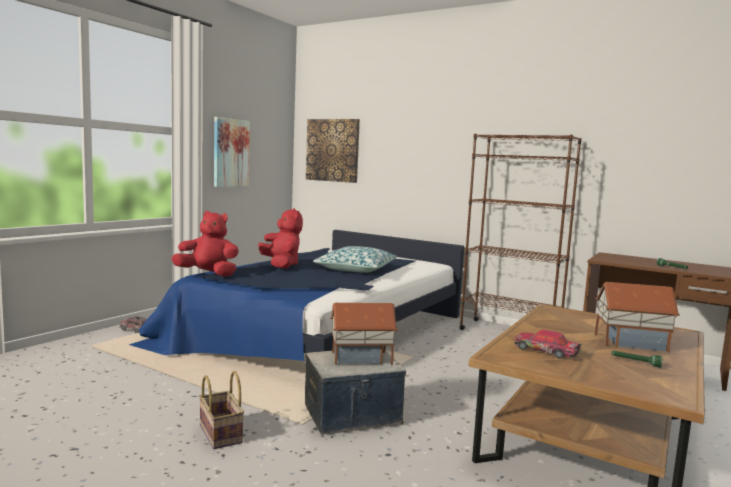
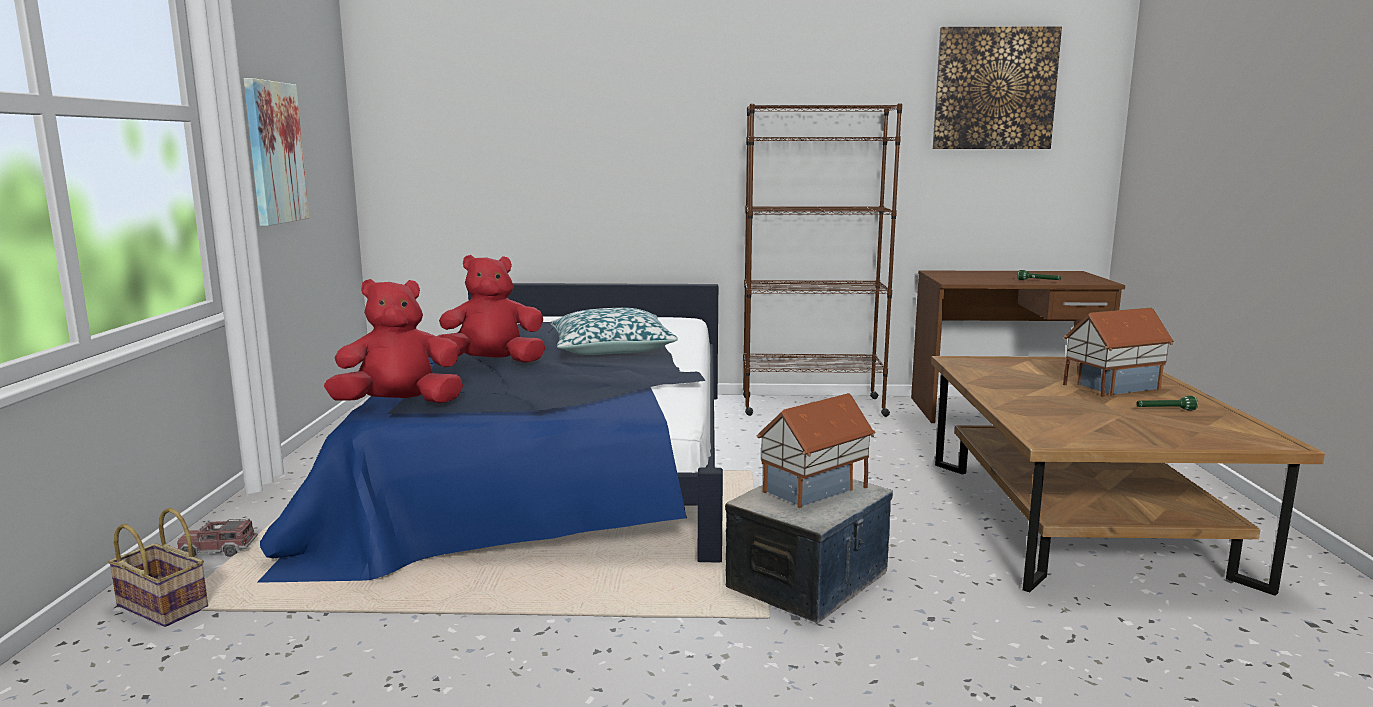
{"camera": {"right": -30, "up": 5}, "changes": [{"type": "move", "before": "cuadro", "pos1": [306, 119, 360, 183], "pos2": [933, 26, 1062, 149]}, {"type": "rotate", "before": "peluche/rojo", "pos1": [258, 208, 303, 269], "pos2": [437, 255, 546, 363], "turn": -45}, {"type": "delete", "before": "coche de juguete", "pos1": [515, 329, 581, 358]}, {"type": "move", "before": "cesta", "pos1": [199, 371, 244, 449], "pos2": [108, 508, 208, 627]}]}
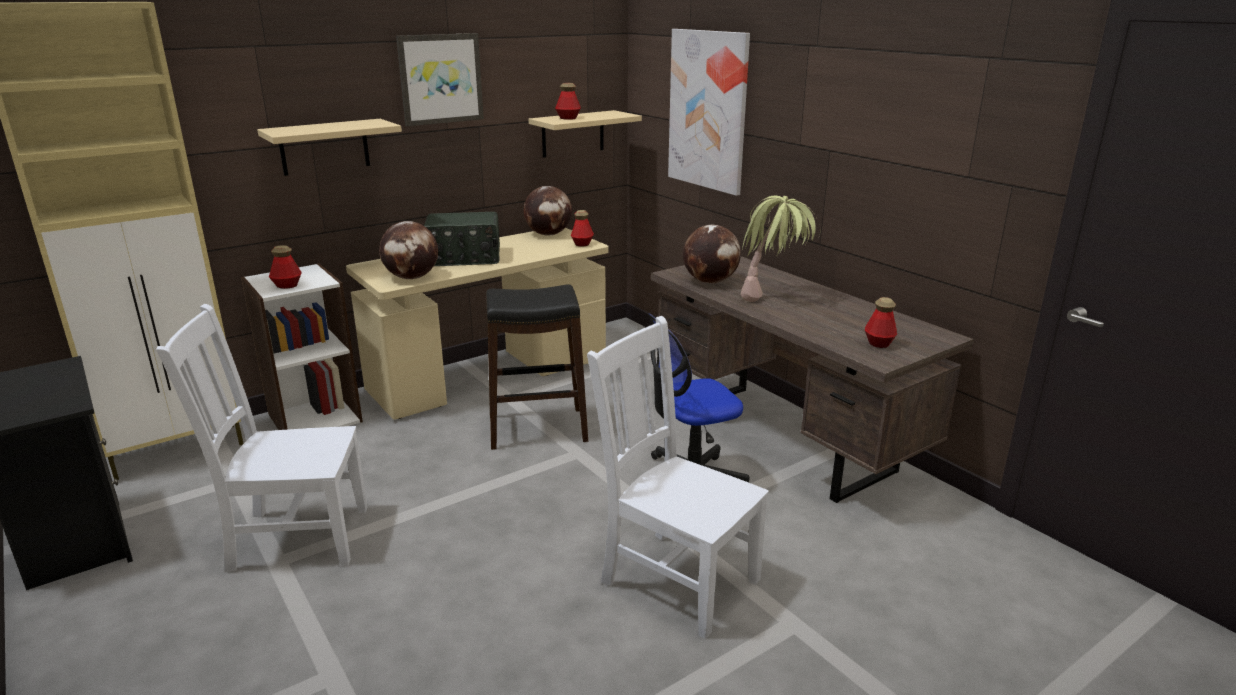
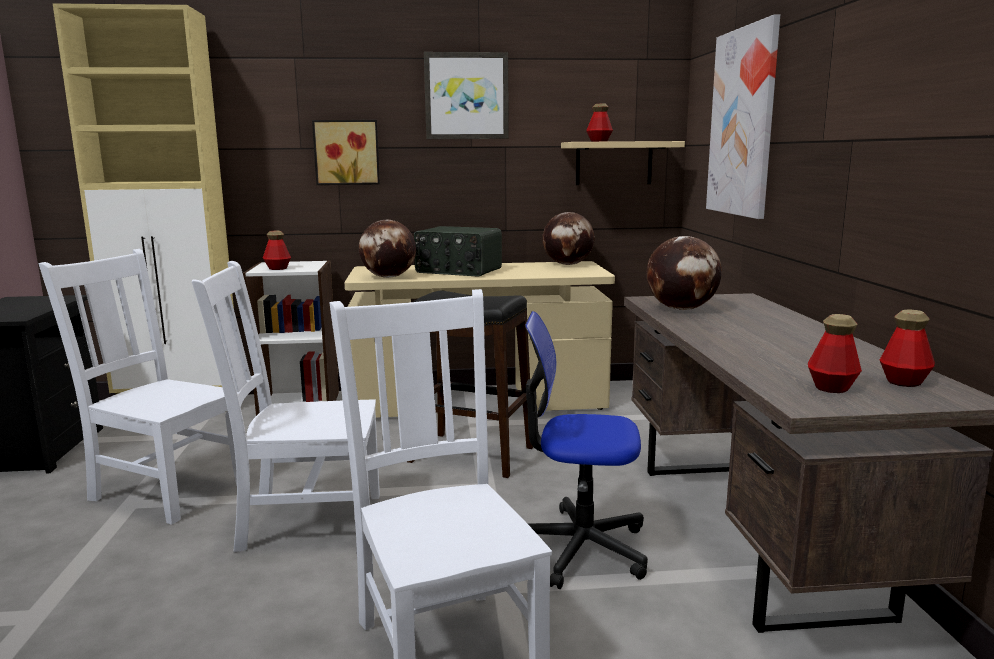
{"camera": {"right": 30, "up": -10}, "changes": [{"type": "replace", "before": "estante/beis", "after": "cuadro", "pos1": [257, 119, 402, 176], "pos2": [312, 120, 380, 185]}, {"type": "delete", "before": "planta en maceta", "pos1": [741, 196, 820, 302]}, {"type": "move", "before": "botella", "pos1": [571, 210, 594, 247], "pos2": [880, 310, 935, 387]}, {"type": "insert", "after": "silla/blanco", "pos2": [192, 261, 380, 552]}]}
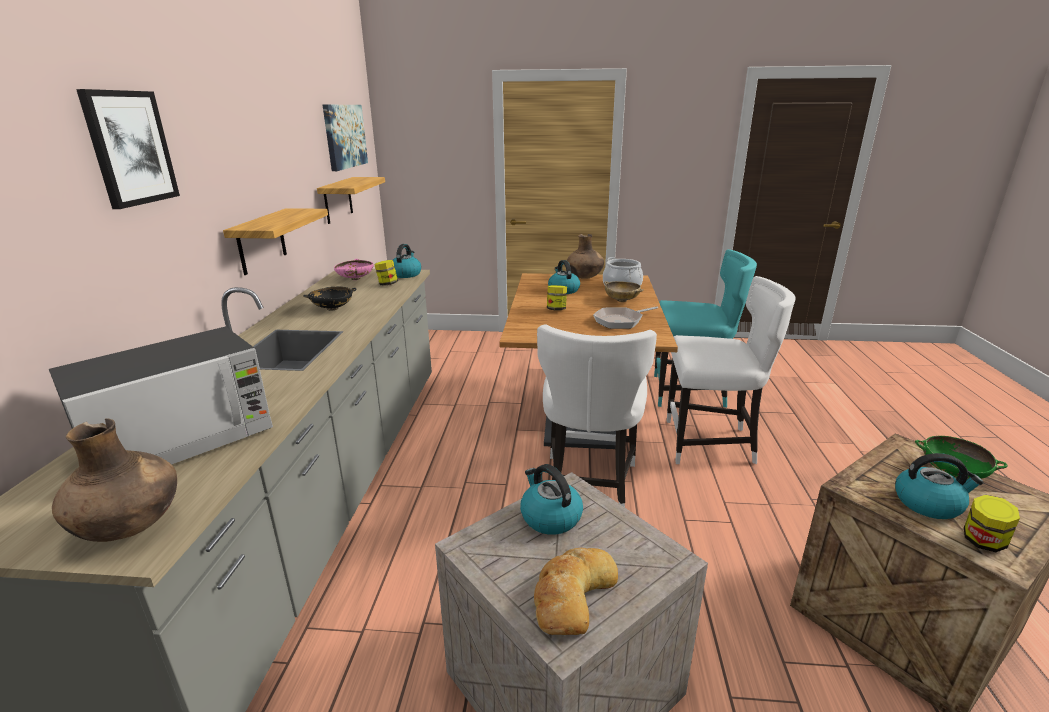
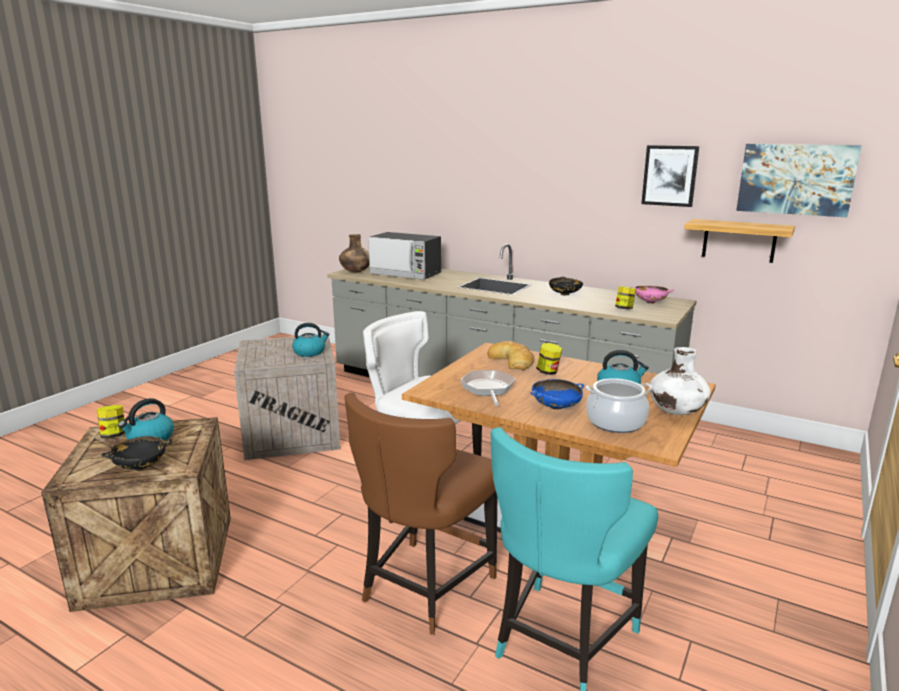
{"camera": {"right": 115, "up": -5}, "changes": [{"type": "move", "before": "cuadro", "pos1": [76, 89, 180, 209], "pos2": [641, 145, 699, 207]}, {"type": "delete", "before": "estante", "pos1": [223, 208, 328, 275]}, {"type": "recolor", "before": "florero/marrón", "after": "florero/blanco", "pos1": [567, 234, 604, 279], "pos2": [650, 347, 711, 415]}, {"type": "delete", "before": "hervidor", "pos1": [393, 244, 421, 278]}, {"type": "recolor", "before": "silla/blanco", "after": "silla/marrón", "pos1": [667, 276, 796, 464], "pos2": [345, 392, 497, 635]}, {"type": "recolor", "before": "cuenco/beis", "after": "cuenco/azul", "pos1": [604, 281, 644, 302], "pos2": [530, 379, 584, 410]}, {"type": "rotate", "before": "microondas", "pos1": [49, 326, 273, 465], "pos2": [368, 232, 441, 280], "turn": -45}, {"type": "recolor", "before": "cuenco/verde", "after": "cuenco/negro", "pos1": [915, 436, 1008, 479], "pos2": [101, 436, 172, 470]}, {"type": "move", "before": "pan", "pos1": [534, 548, 618, 635], "pos2": [487, 341, 534, 370]}]}
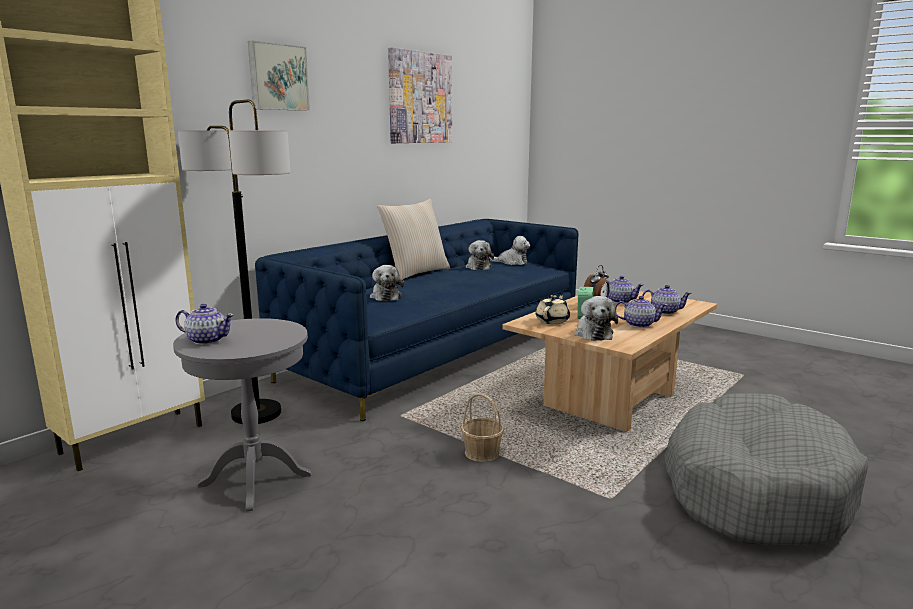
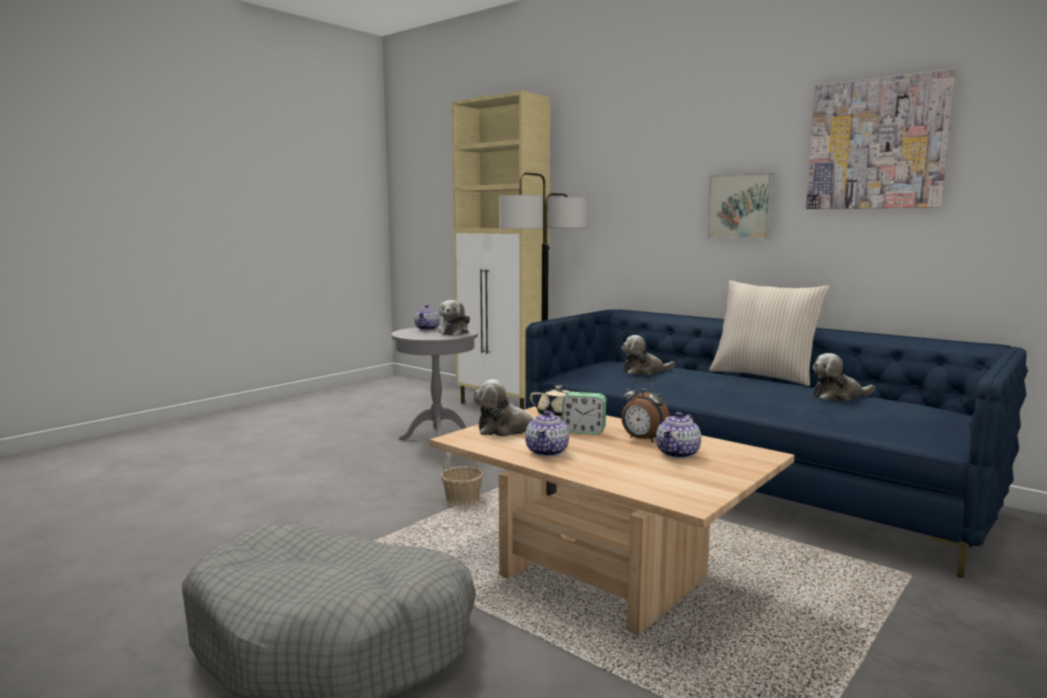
{"camera": {"right": 90, "up": -5}, "changes": [{"type": "move", "before": "cuadro", "pos1": [248, 40, 310, 111], "pos2": [707, 173, 775, 239]}, {"type": "move", "before": "peluche", "pos1": [489, 236, 530, 265], "pos2": [439, 300, 470, 335]}, {"type": "delete", "before": "tetera", "pos1": [642, 285, 692, 315]}]}
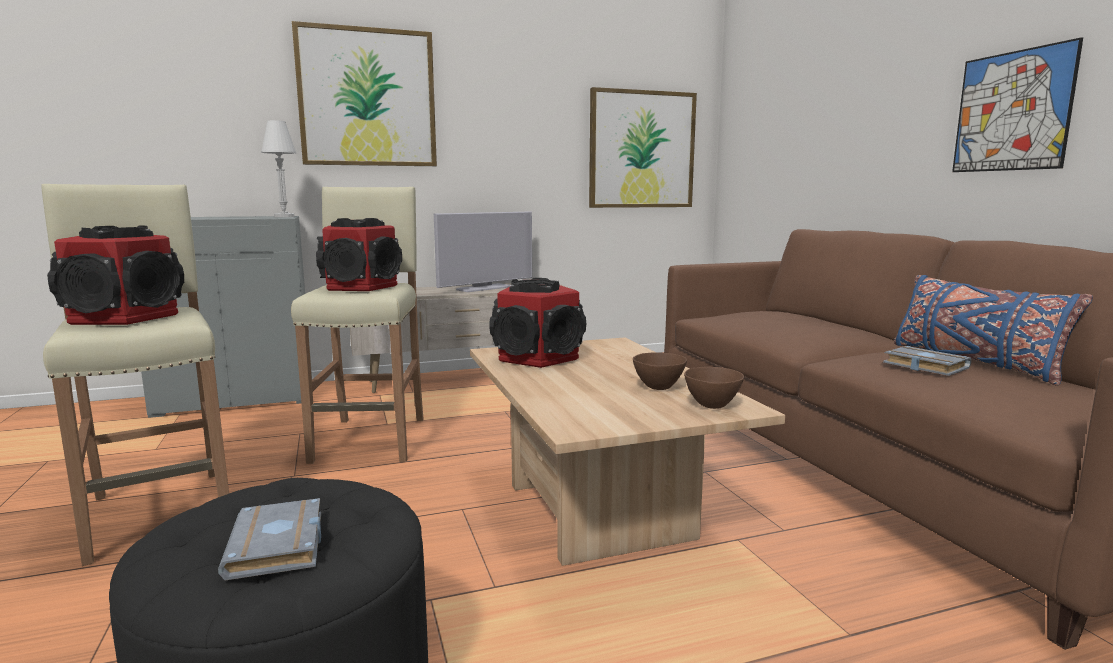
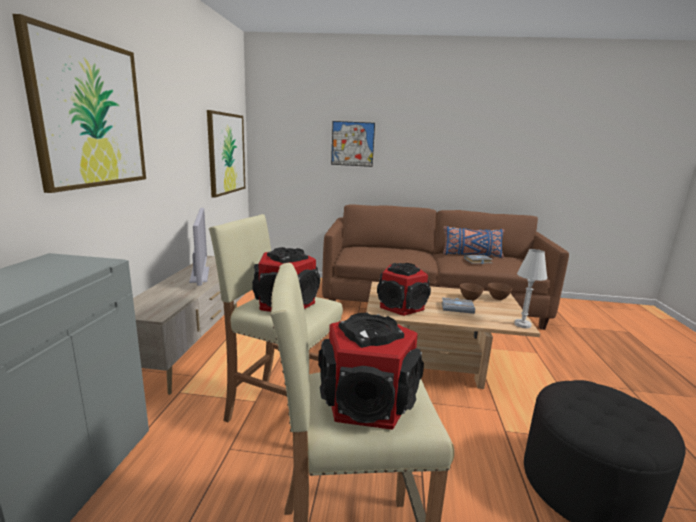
{"camera": {"right": -65, "up": 5}, "changes": [{"type": "move", "before": "cuadro", "pos1": [952, 37, 1083, 172], "pos2": [331, 121, 375, 167]}, {"type": "move", "before": "lámpara de mesa/blanco", "pos1": [261, 120, 296, 217], "pos2": [514, 249, 547, 329]}, {"type": "move", "before": "libro/gris", "pos1": [218, 498, 321, 580], "pos2": [442, 297, 475, 314]}]}
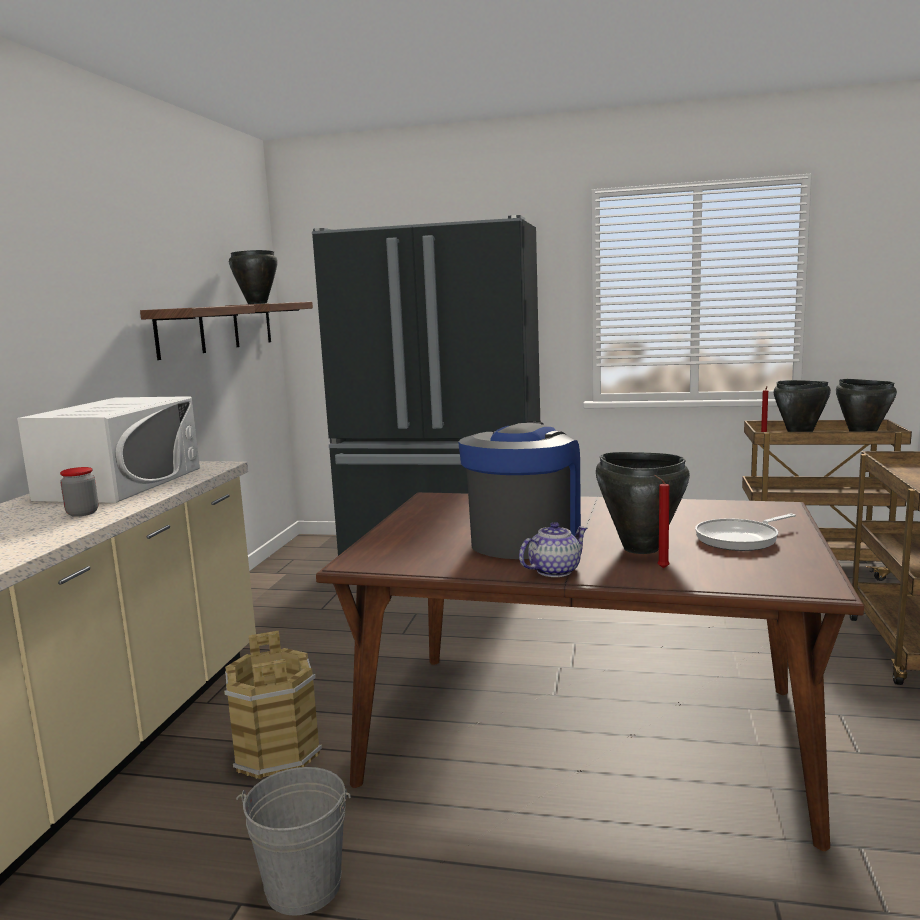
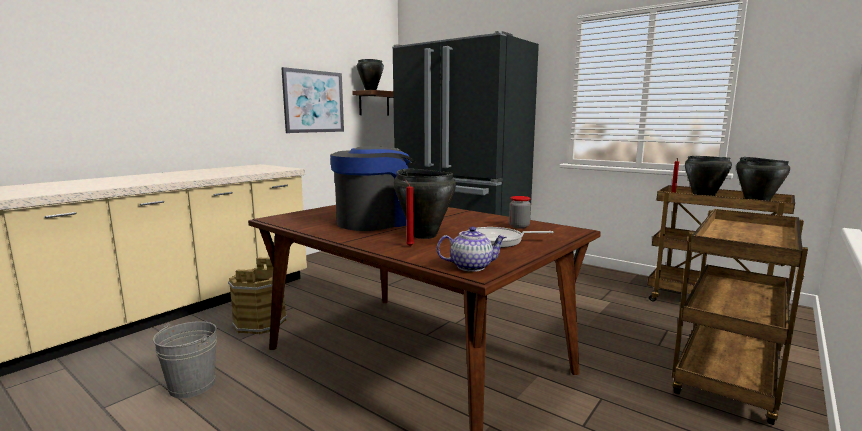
{"camera": {"right": 25, "up": 0}, "changes": [{"type": "replace", "before": "estante", "after": "cuadro", "pos1": [140, 305, 255, 360], "pos2": [281, 67, 344, 133]}, {"type": "delete", "before": "microondas/blanco", "pos1": [17, 396, 200, 503]}, {"type": "move", "before": "tarro", "pos1": [60, 467, 98, 517], "pos2": [509, 196, 531, 229]}, {"type": "move", "before": "tetera", "pos1": [519, 522, 588, 577], "pos2": [437, 227, 506, 272]}]}
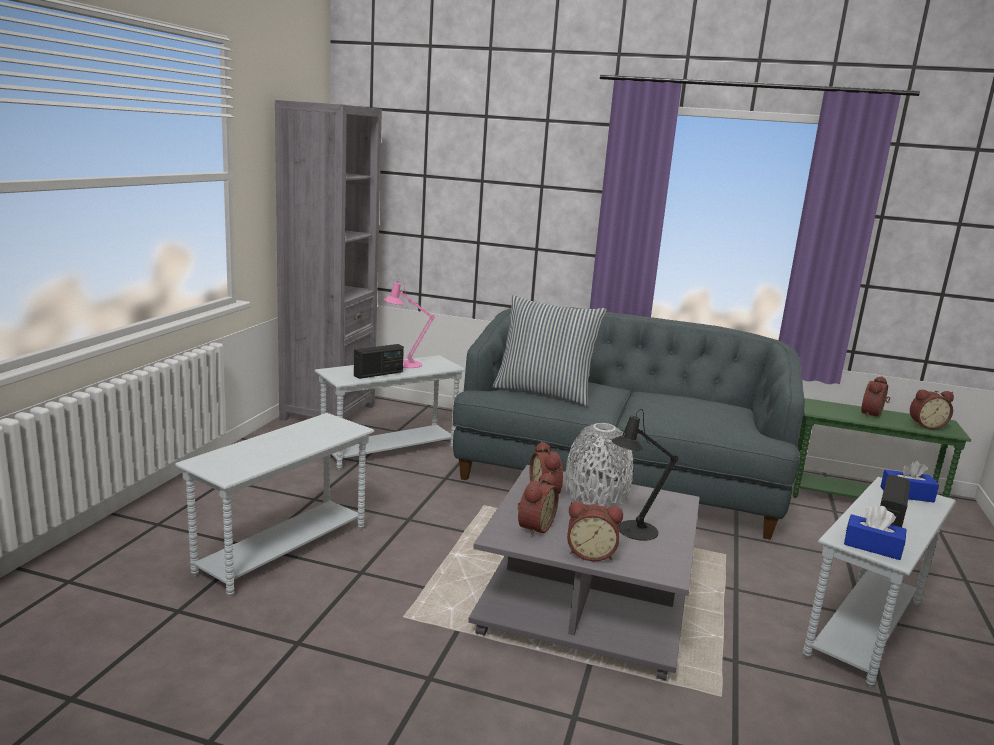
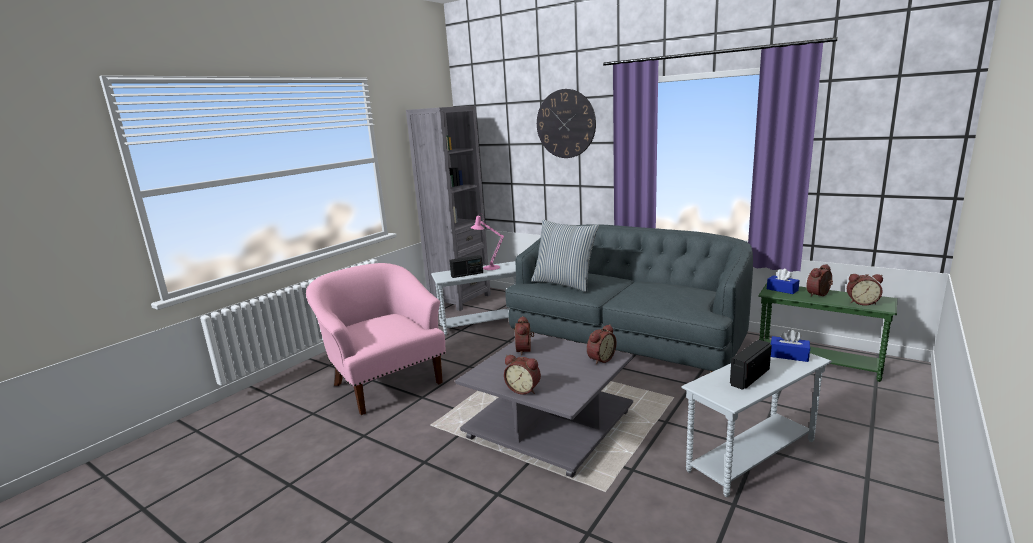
{"camera": {"right": 20, "up": 0}, "changes": [{"type": "delete", "before": "lámpara de mesa/negro", "pos1": [611, 409, 678, 541]}, {"type": "replace", "before": "mesa auxiliar/blanco", "after": "sillón/rosa", "pos1": [175, 413, 374, 597], "pos2": [306, 263, 446, 415]}, {"type": "delete", "before": "florero/gris", "pos1": [565, 423, 633, 506]}, {"type": "move", "before": "despertador", "pos1": [517, 472, 559, 537], "pos2": [587, 325, 616, 365]}, {"type": "move", "before": "caja de pañuelos/azul", "pos1": [844, 506, 907, 560], "pos2": [767, 269, 799, 294]}, {"type": "insert", "after": "reloj de pared", "pos2": [537, 89, 596, 158]}]}
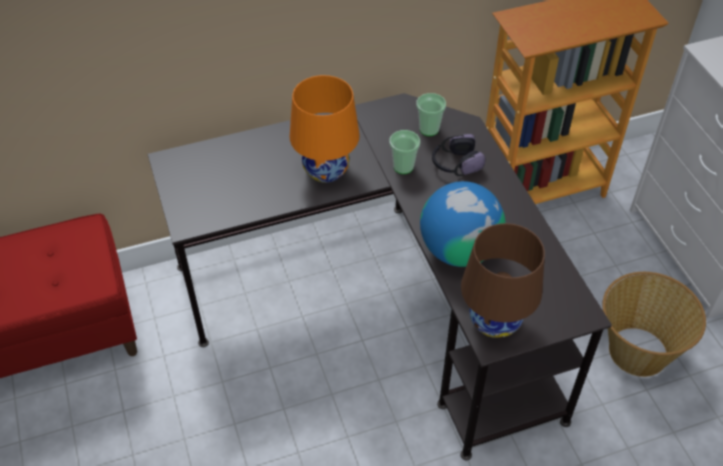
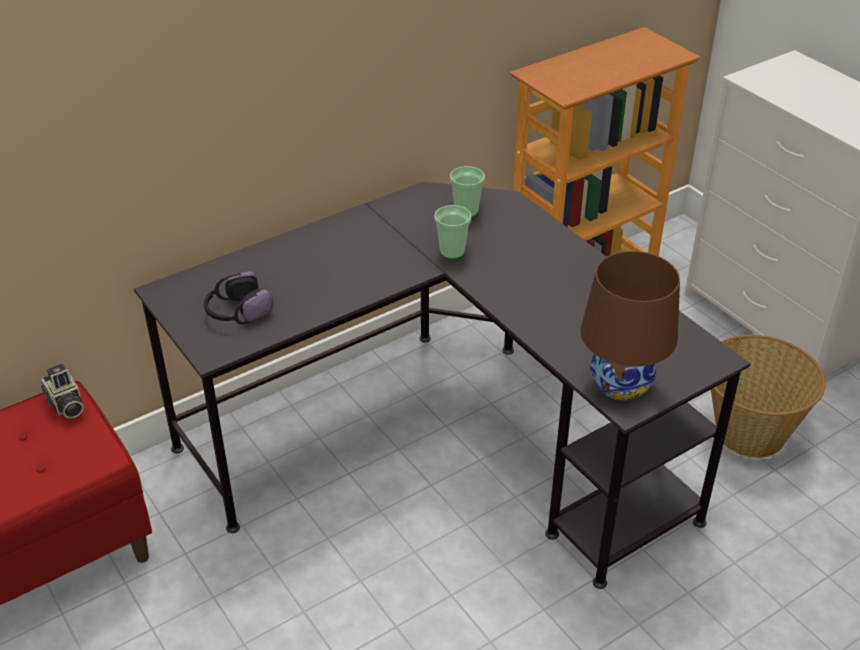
{"camera": {"right": -15, "up": -10}, "changes": [{"type": "delete", "before": "lámpara de mesa/naranja", "pos1": [290, 75, 360, 183]}, {"type": "move", "before": "auriculares", "pos1": [432, 134, 485, 176], "pos2": [204, 271, 273, 325]}, {"type": "delete", "before": "globo terráqueo", "pos1": [420, 181, 506, 267]}, {"type": "insert", "after": "cámara", "pos2": [41, 364, 84, 418]}]}
